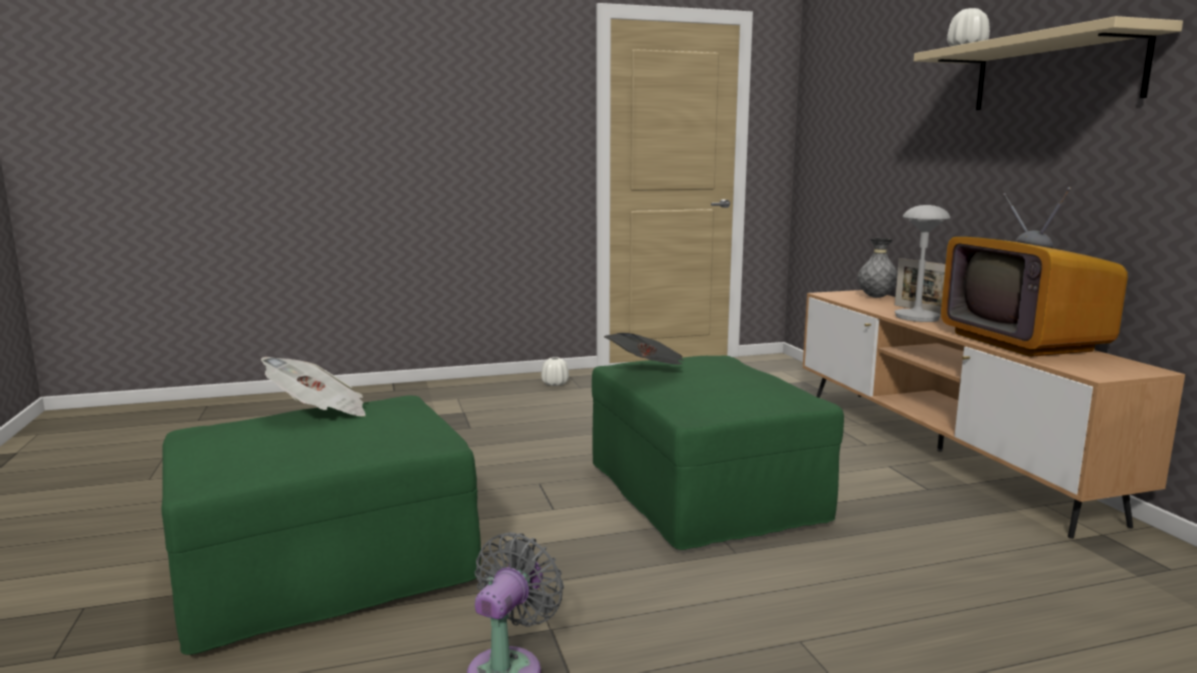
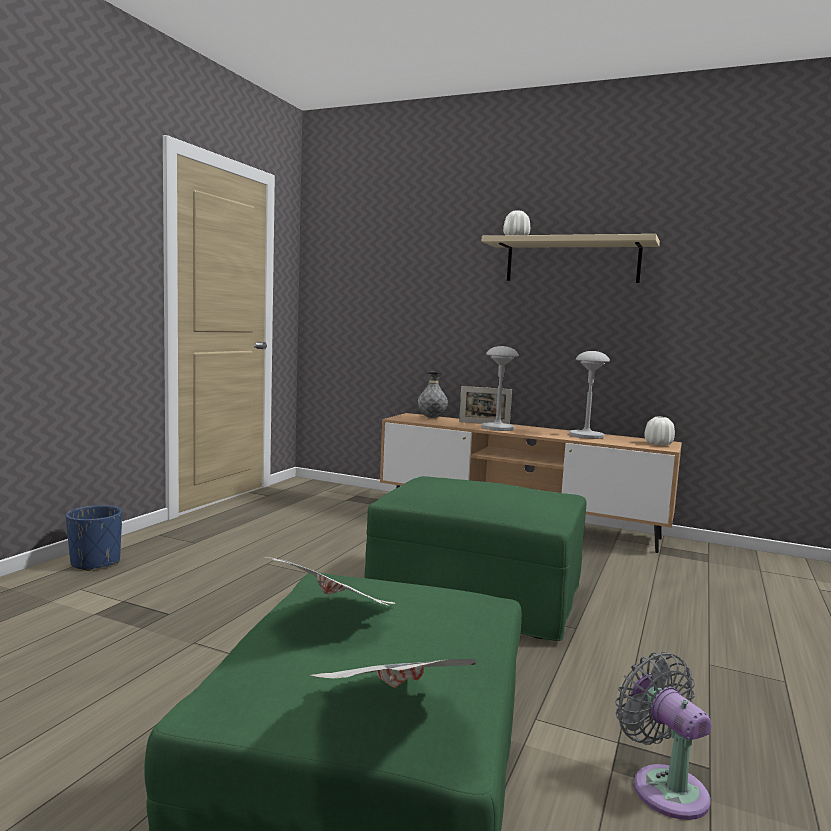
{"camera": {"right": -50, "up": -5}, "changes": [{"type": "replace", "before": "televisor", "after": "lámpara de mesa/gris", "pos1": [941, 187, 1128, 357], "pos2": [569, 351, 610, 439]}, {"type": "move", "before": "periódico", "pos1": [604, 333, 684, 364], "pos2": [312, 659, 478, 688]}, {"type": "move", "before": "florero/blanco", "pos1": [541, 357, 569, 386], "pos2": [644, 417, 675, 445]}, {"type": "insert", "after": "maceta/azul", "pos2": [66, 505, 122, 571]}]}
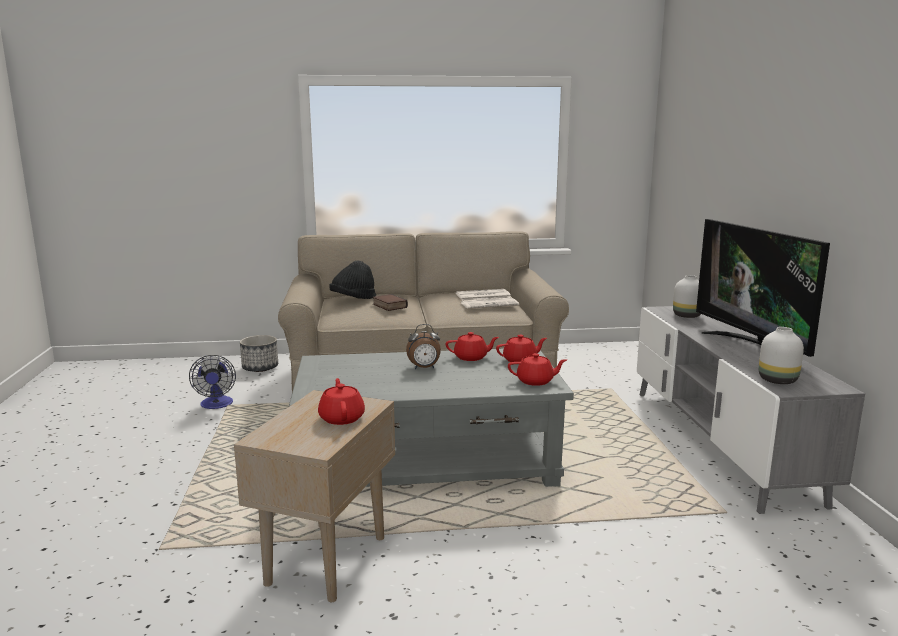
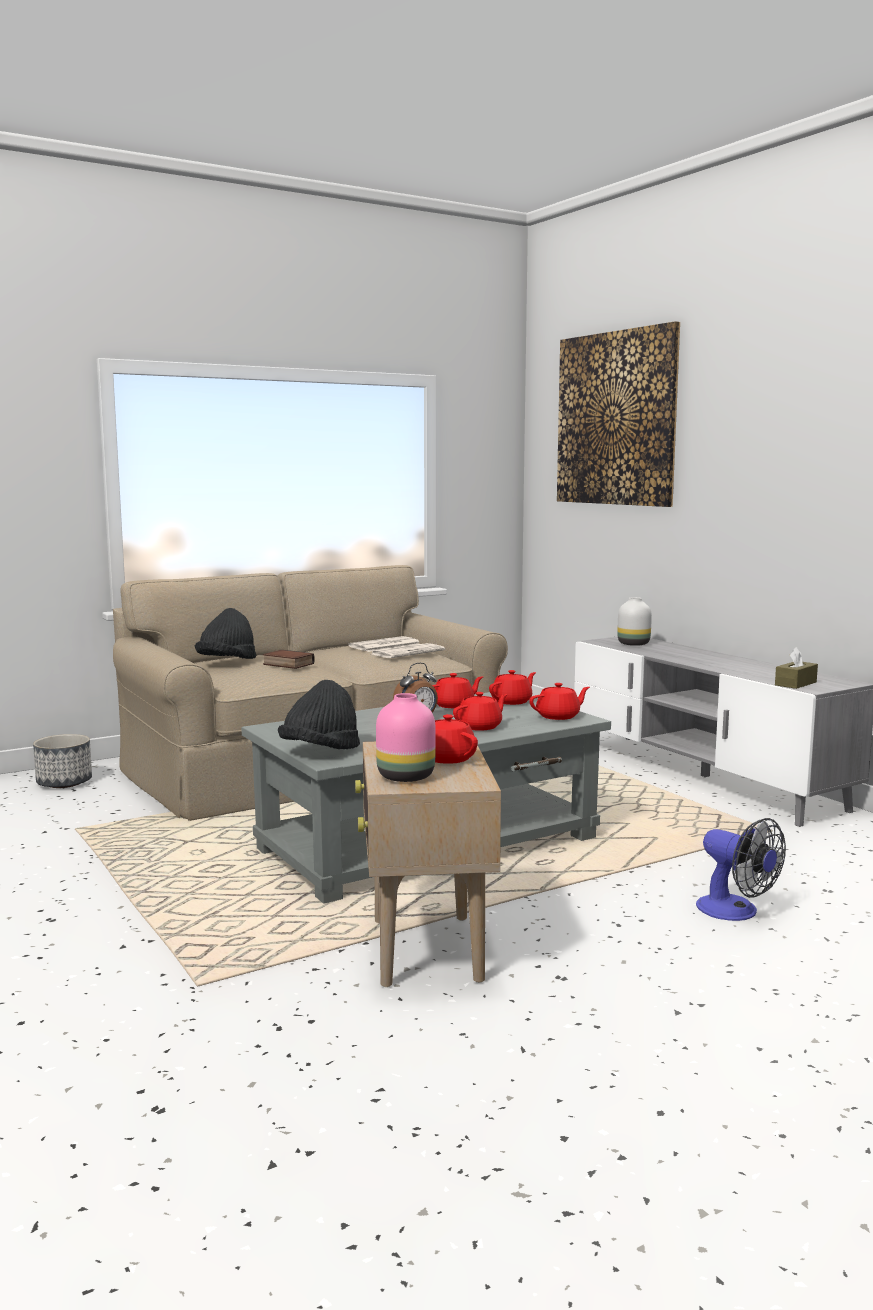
{"camera": {"right": -25, "up": -5}, "changes": [{"type": "delete", "before": "televisor", "pos1": [696, 219, 830, 357]}, {"type": "replace", "before": "florero/blanco", "after": "caja de pañuelos/marrón", "pos1": [759, 327, 804, 384], "pos2": [775, 647, 818, 689]}, {"type": "move", "before": "ventilador", "pos1": [189, 355, 236, 409], "pos2": [696, 818, 786, 921]}, {"type": "insert", "after": "cuadro", "pos2": [557, 321, 680, 507]}, {"type": "insert", "after": "sombrero/negro", "pos2": [278, 680, 360, 749]}, {"type": "insert", "after": "tetera/rojo", "pos2": [453, 692, 508, 731]}, {"type": "insert", "after": "florero/rosa", "pos2": [376, 693, 436, 782]}]}
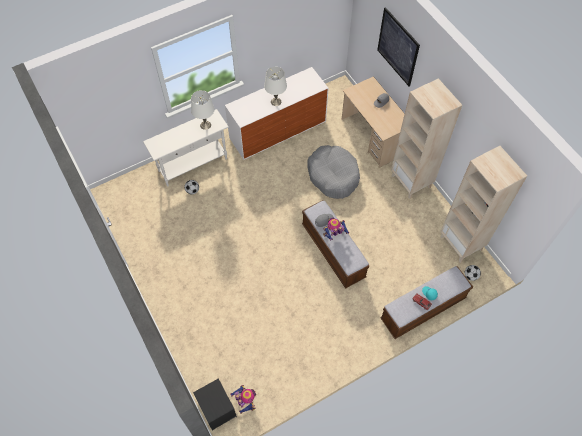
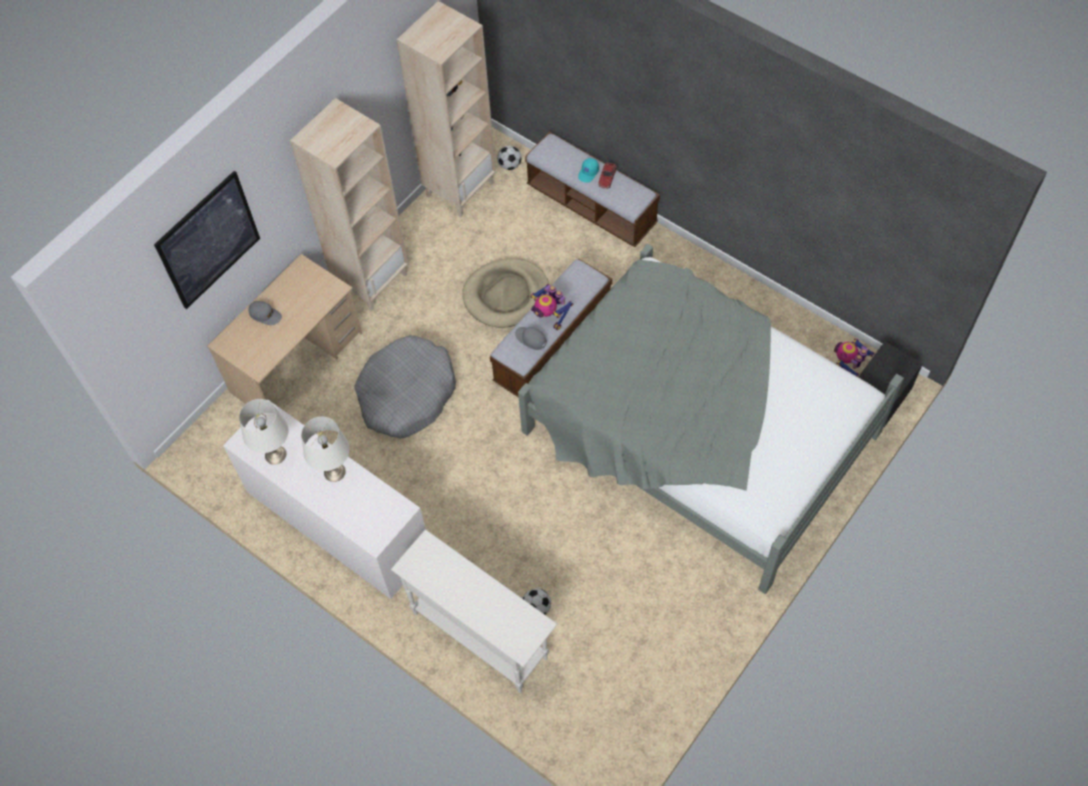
{"camera": {"right": -110, "up": 0}, "changes": [{"type": "move", "before": "lámpara de mesa/blanco", "pos1": [191, 90, 214, 130], "pos2": [239, 399, 289, 465]}, {"type": "insert", "after": "cama/gris", "pos2": [518, 244, 904, 594]}, {"type": "insert", "after": "cama para perro/beis", "pos2": [462, 258, 550, 328]}]}
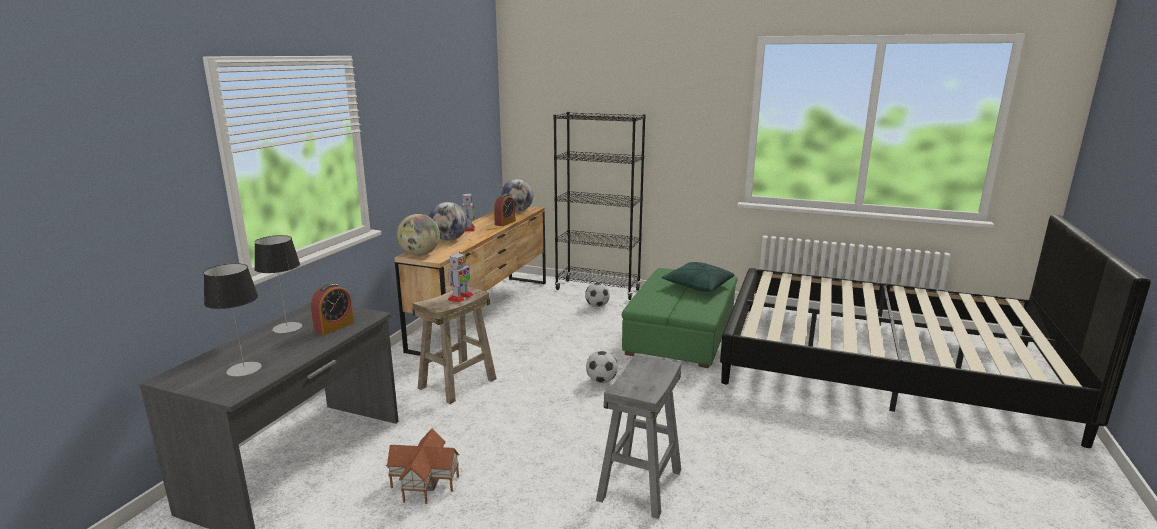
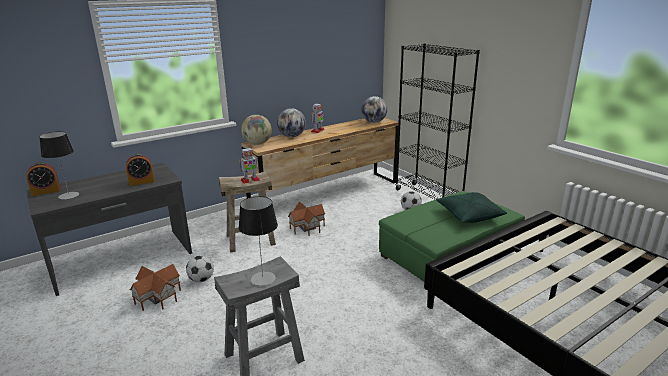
{"camera": {"right": 35, "up": 5}, "changes": [{"type": "move", "before": "despertador", "pos1": [494, 194, 516, 226], "pos2": [26, 162, 61, 196]}, {"type": "move", "before": "lámpara de mesa", "pos1": [254, 235, 302, 333], "pos2": [239, 196, 278, 286]}, {"type": "move", "before": "balón de fútbol", "pos1": [586, 351, 618, 383], "pos2": [186, 255, 214, 282]}, {"type": "insert", "after": "casita", "pos2": [288, 202, 326, 236]}]}
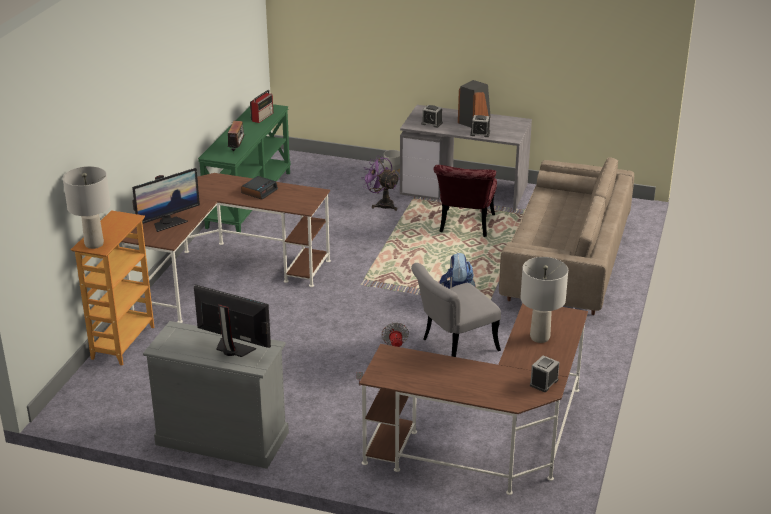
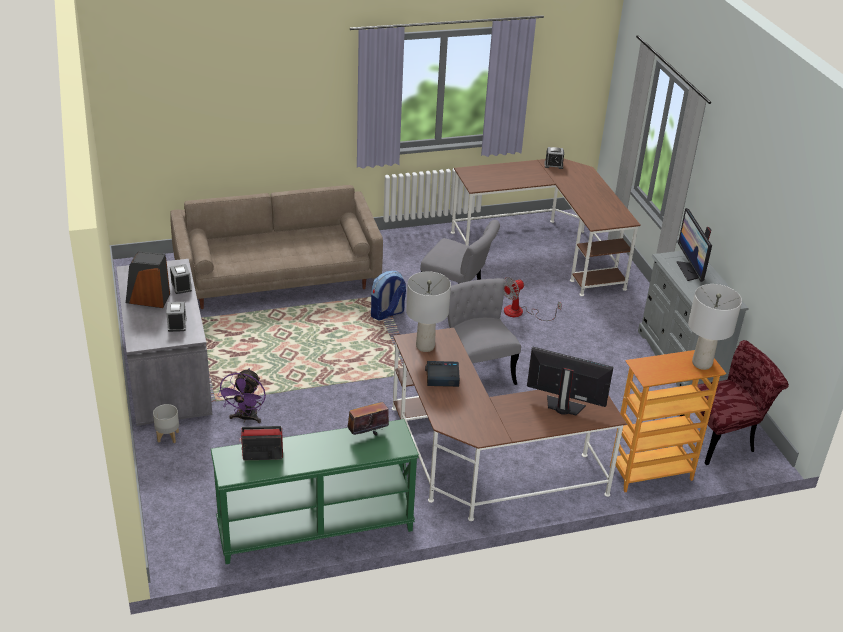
{"camera": {"right": -125, "up": 5}, "changes": [{"type": "move", "before": "silla/rojo", "pos1": [434, 165, 497, 237], "pos2": [680, 340, 789, 465]}, {"type": "move", "before": "lámpara de mesa/gris", "pos1": [521, 257, 568, 343], "pos2": [406, 271, 451, 352]}, {"type": "insert", "after": "silla/gris", "pos2": [448, 278, 521, 385]}]}
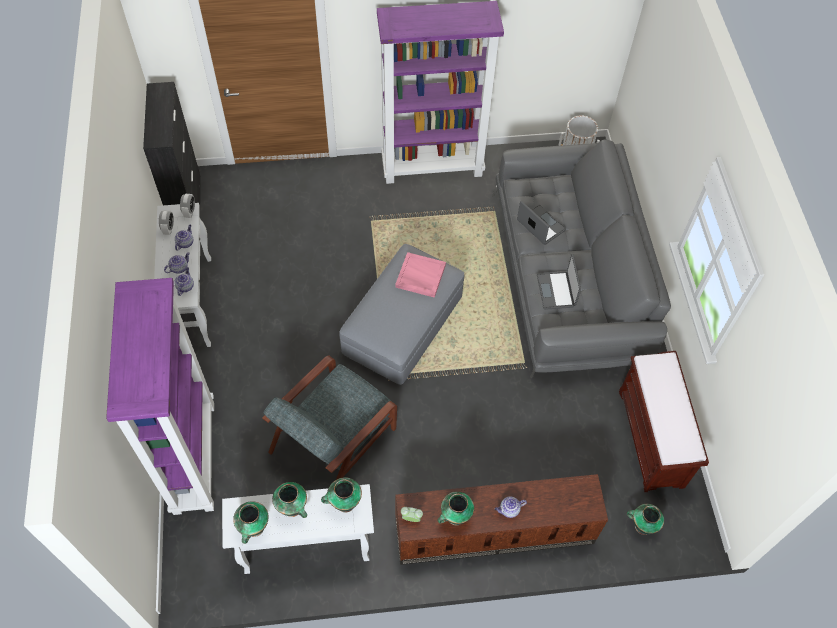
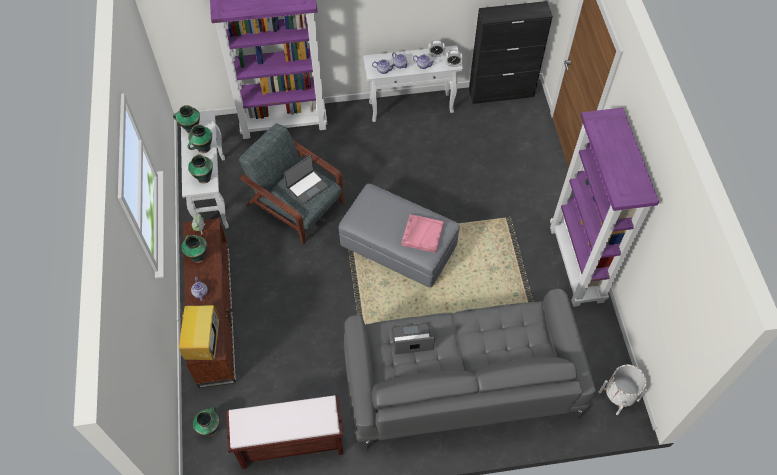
{"camera": {"right": 90, "up": 0}, "changes": [{"type": "move", "before": "portátil", "pos1": [517, 201, 566, 245], "pos2": [284, 155, 329, 205]}, {"type": "insert", "after": "televisor", "pos2": [178, 305, 219, 360]}]}
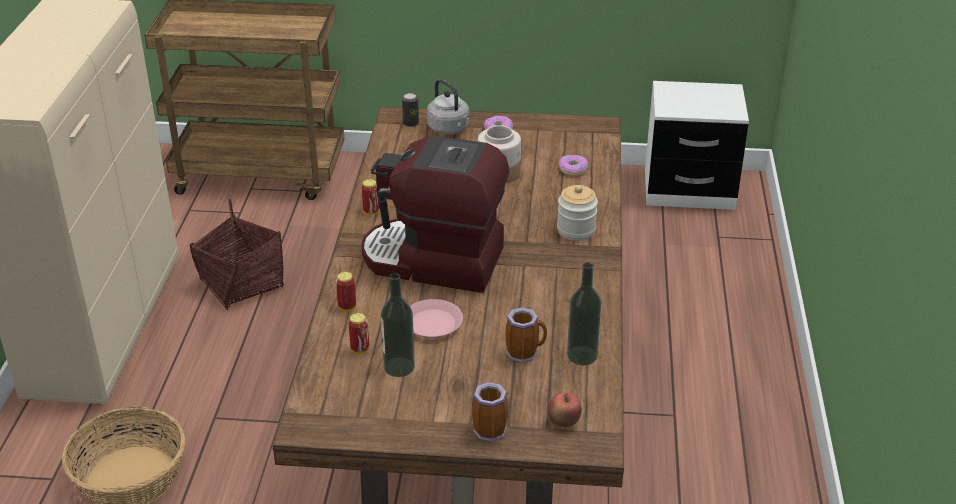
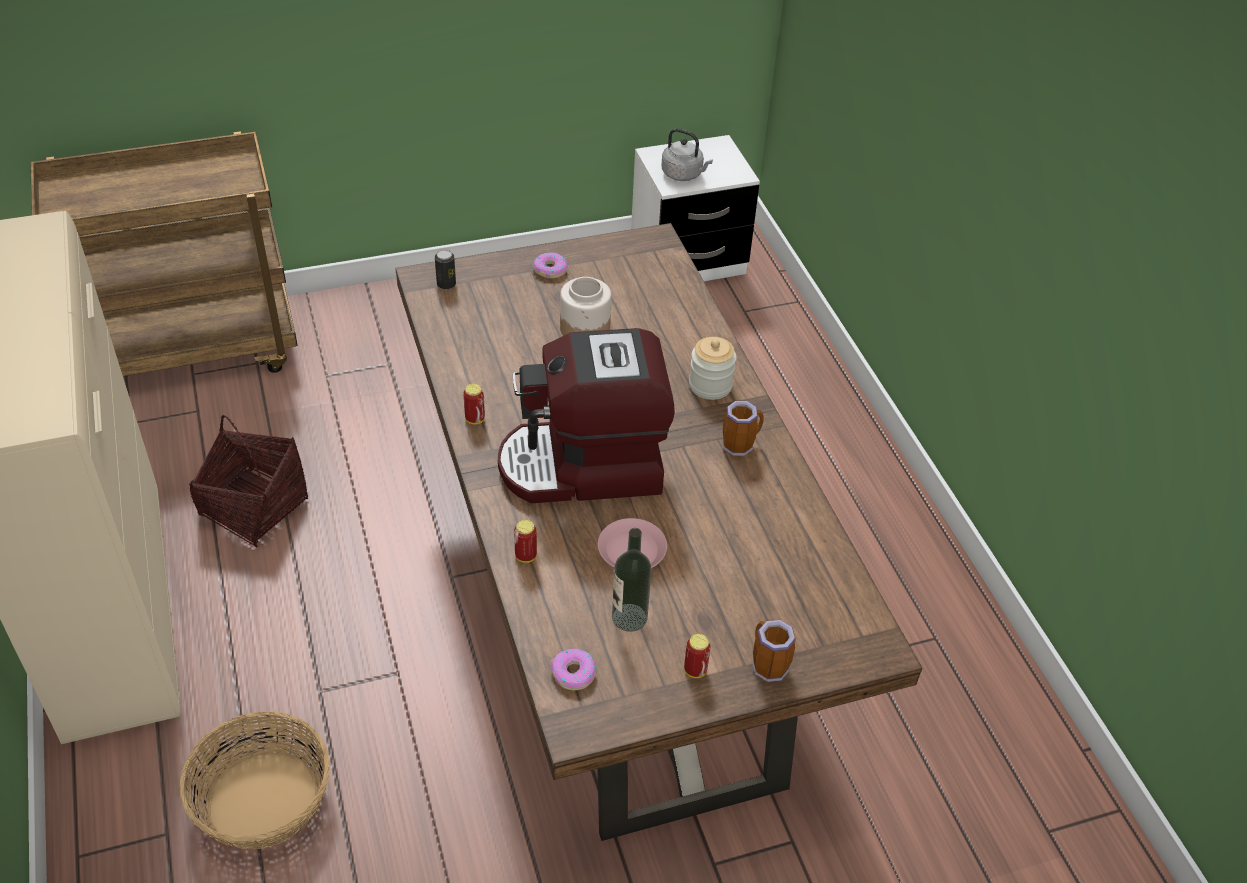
{"camera": {"right": -25, "up": 10}, "changes": [{"type": "move", "before": "hervidor/gris", "pos1": [427, 79, 469, 134], "pos2": [661, 128, 713, 181]}, {"type": "move", "before": "rosquilla", "pos1": [559, 154, 588, 176], "pos2": [551, 648, 596, 690]}, {"type": "delete", "before": "botella", "pos1": [567, 262, 602, 365]}, {"type": "move", "before": "taza grande", "pos1": [505, 307, 547, 363], "pos2": [722, 401, 763, 456]}, {"type": "move", "before": "lata", "pos1": [348, 313, 369, 354], "pos2": [684, 634, 711, 678]}, {"type": "delete", "before": "manzana", "pos1": [548, 392, 582, 427]}]}
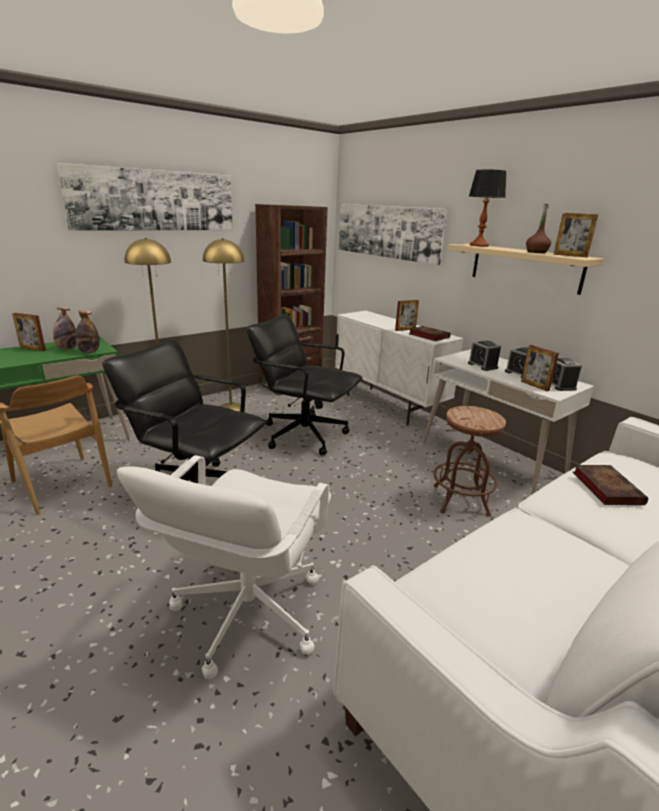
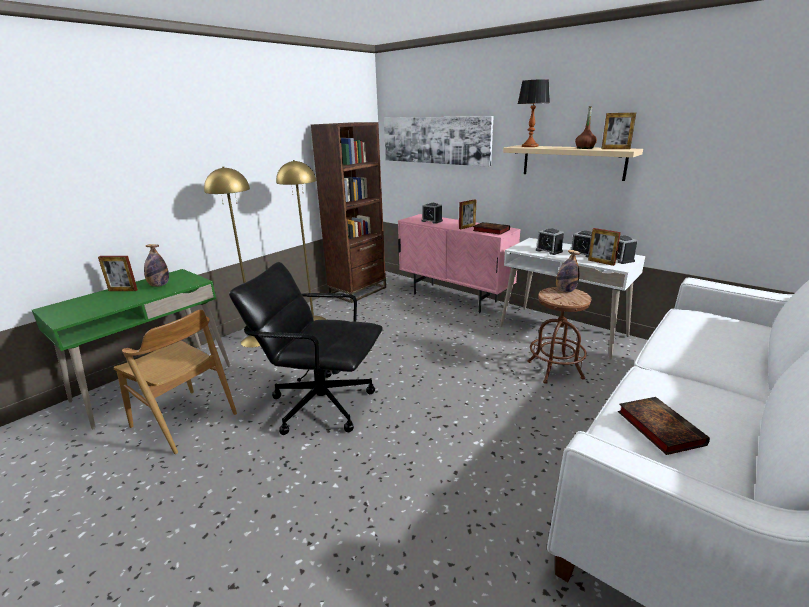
{"camera": {"right": -10, "up": 0}, "changes": [{"type": "delete", "before": "cuadro", "pos1": [57, 163, 233, 231]}, {"type": "move", "before": "botella", "pos1": [75, 310, 100, 353], "pos2": [556, 250, 580, 292]}, {"type": "recolor", "before": "armario/blanco", "after": "armario/rosa", "pos1": [335, 311, 464, 426], "pos2": [398, 214, 521, 313]}, {"type": "delete", "before": "silla de oficina/negro", "pos1": [246, 314, 362, 455]}, {"type": "delete", "before": "silla de oficina/blanco", "pos1": [117, 455, 331, 679]}, {"type": "move", "before": "libro", "pos1": [573, 465, 648, 505], "pos2": [618, 397, 710, 455]}, {"type": "insert", "after": "despertador", "pos2": [422, 203, 443, 224]}]}
